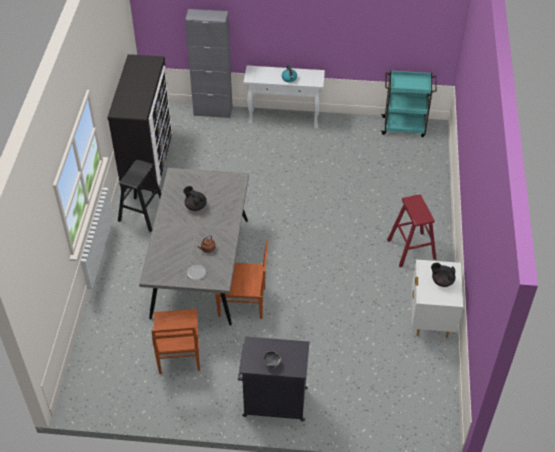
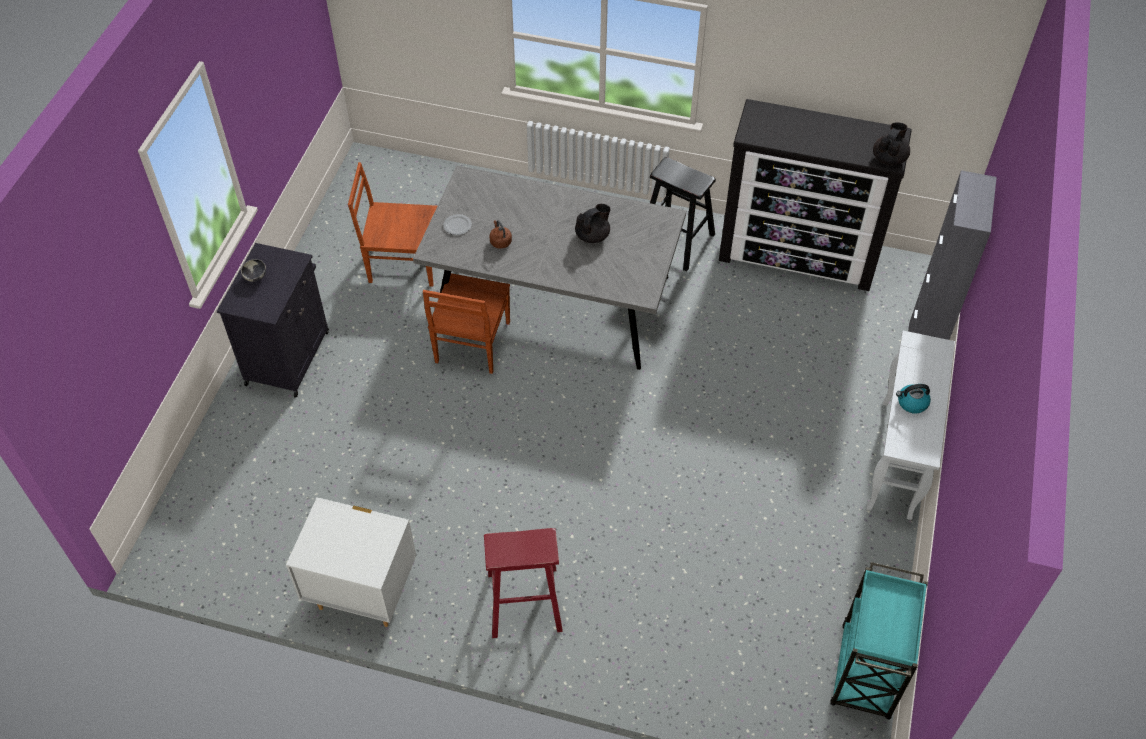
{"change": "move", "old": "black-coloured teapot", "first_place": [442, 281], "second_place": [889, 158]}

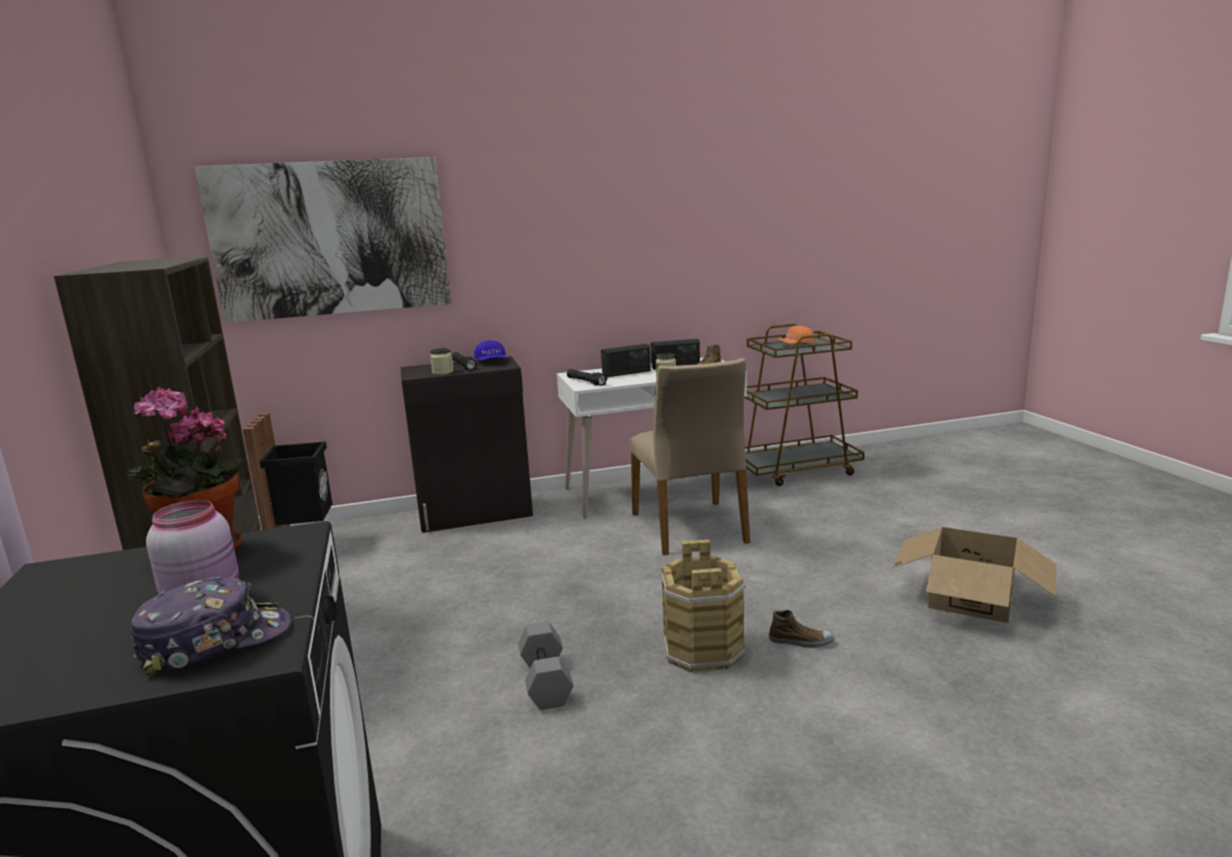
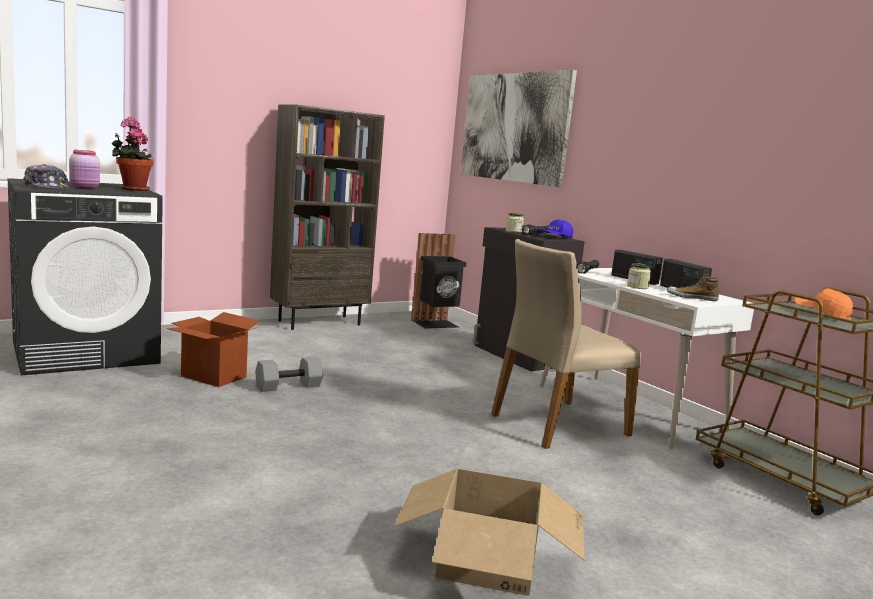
{"change": "delete", "old": "brown-coloured water bucket", "first_place": [703, 649]}
{"change": "delete", "old": "item of footwear", "first_place": [801, 641]}
{"change": "insert", "new": "cardboard box", "second_place": [213, 376]}

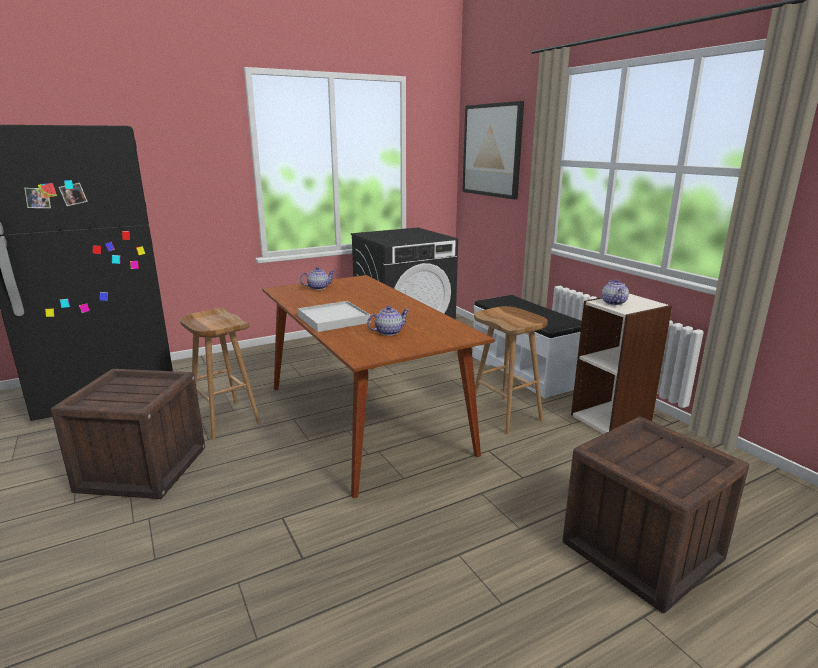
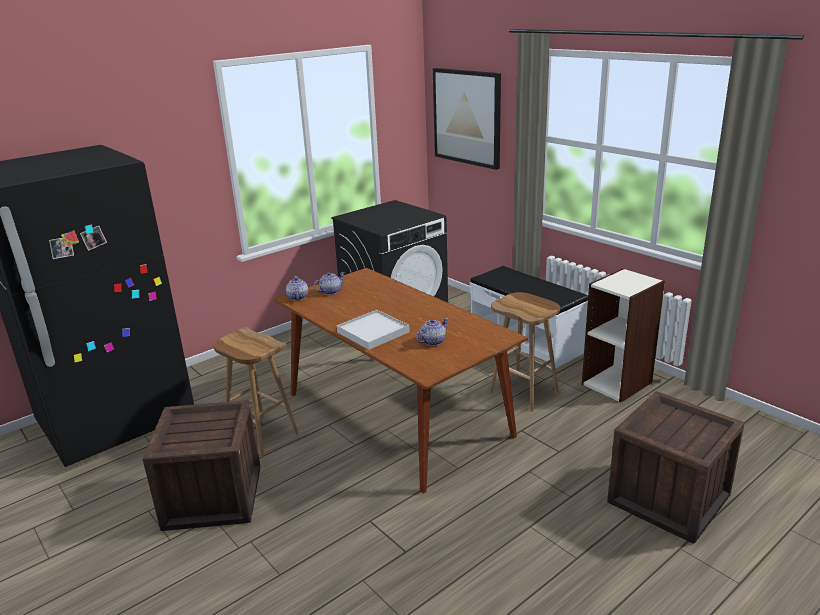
{"change": "move", "old": "teapot", "first_place": [613, 303], "second_place": [297, 297]}

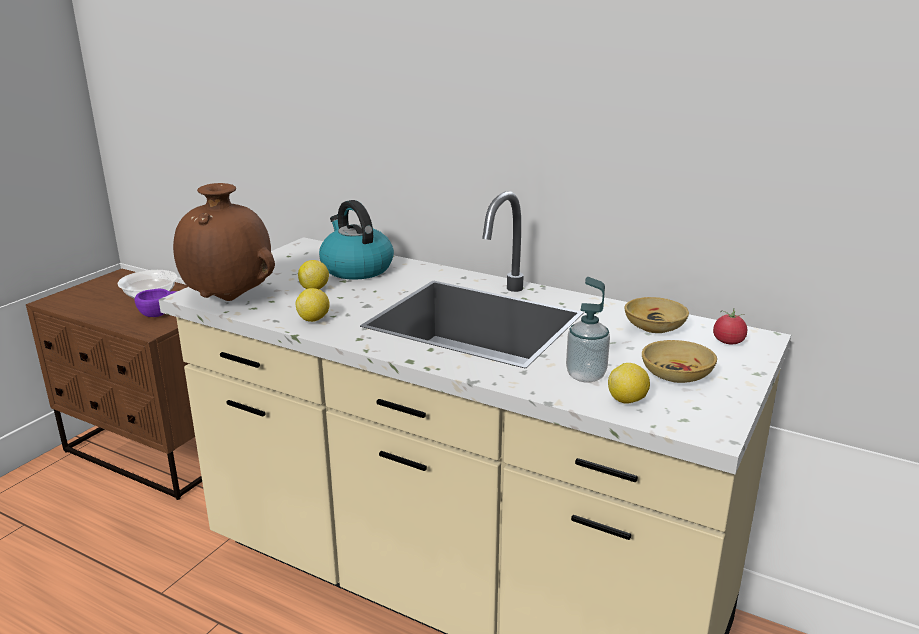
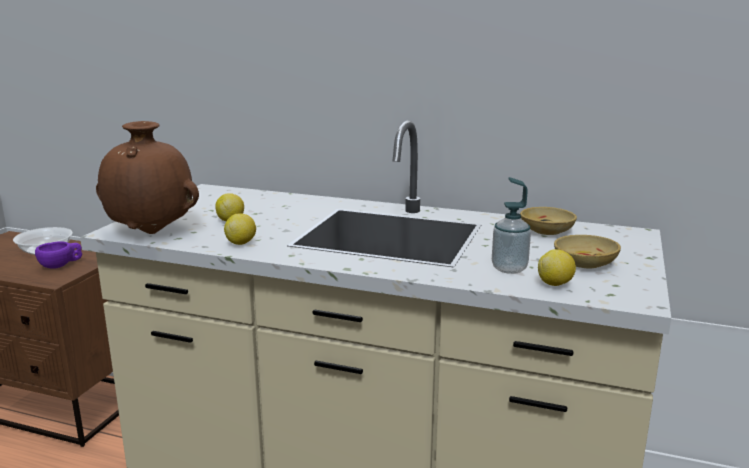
{"change": "delete", "old": "kettle", "first_place": [356, 268]}
{"change": "delete", "old": "whole tomato", "first_place": [728, 342]}

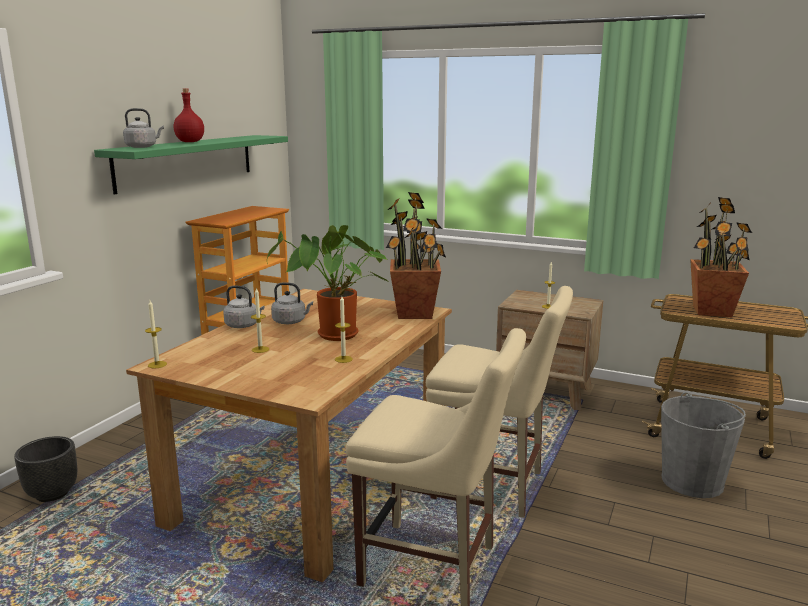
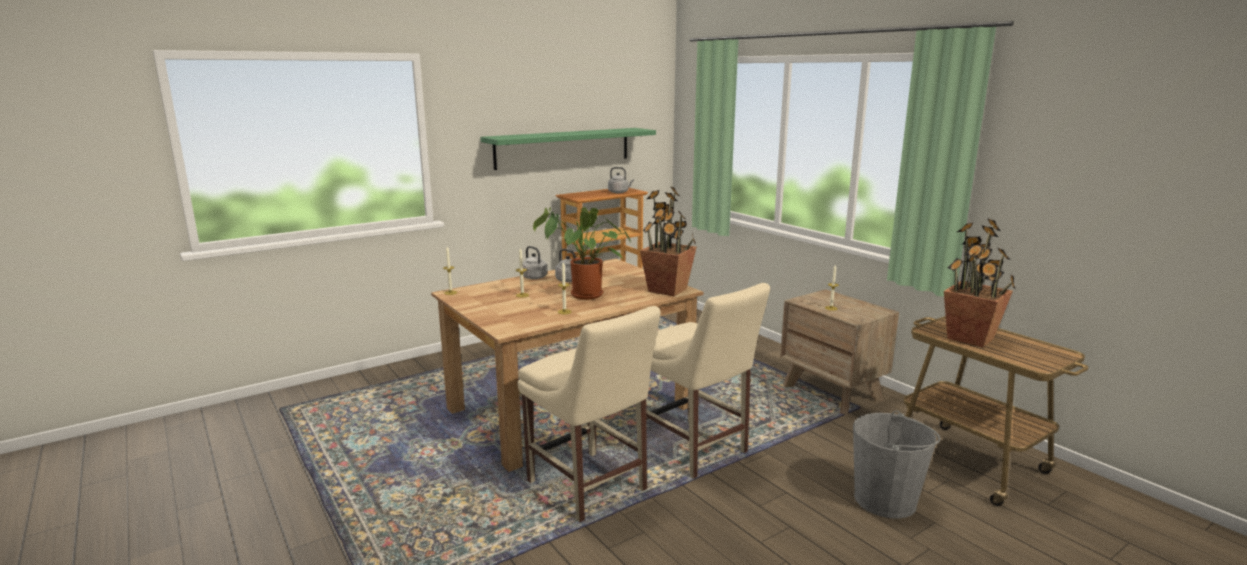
{"change": "delete", "old": "black-coloured flower pot", "first_place": [53, 494]}
{"change": "move", "old": "grey kettle", "first_place": [143, 147], "second_place": [619, 192]}
{"change": "delete", "old": "reddish drink bottle", "first_place": [190, 142]}

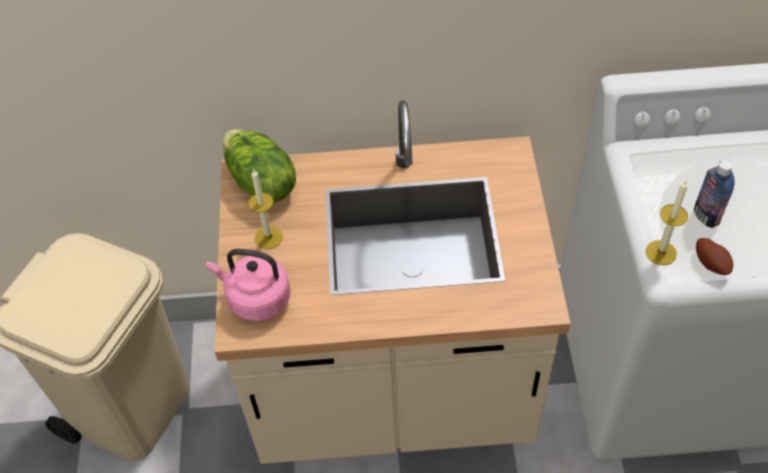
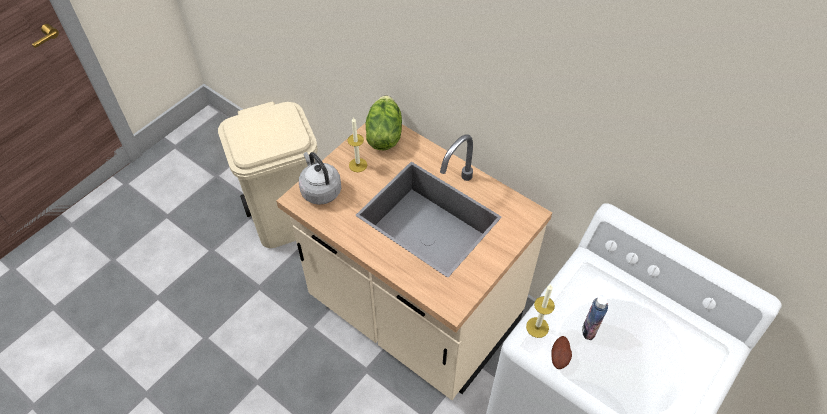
{"change": "recolor", "old": "pink-coloured kettle", "new": "grey kettle", "first_place": [256, 299], "second_place": [320, 190]}

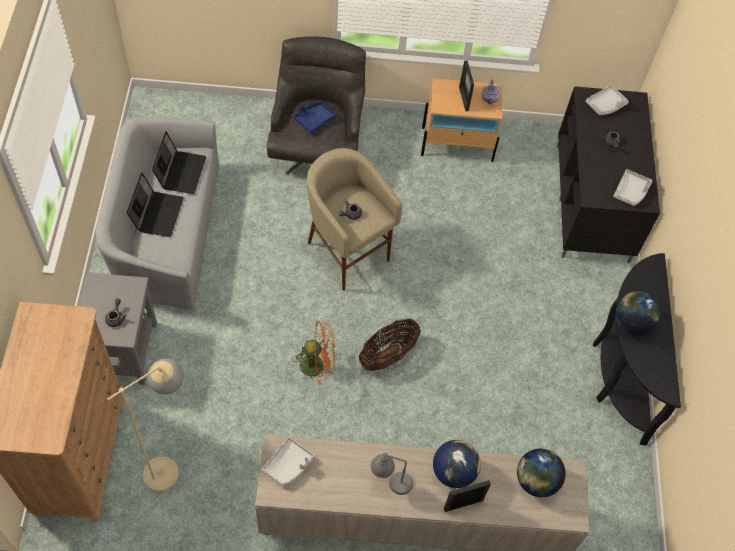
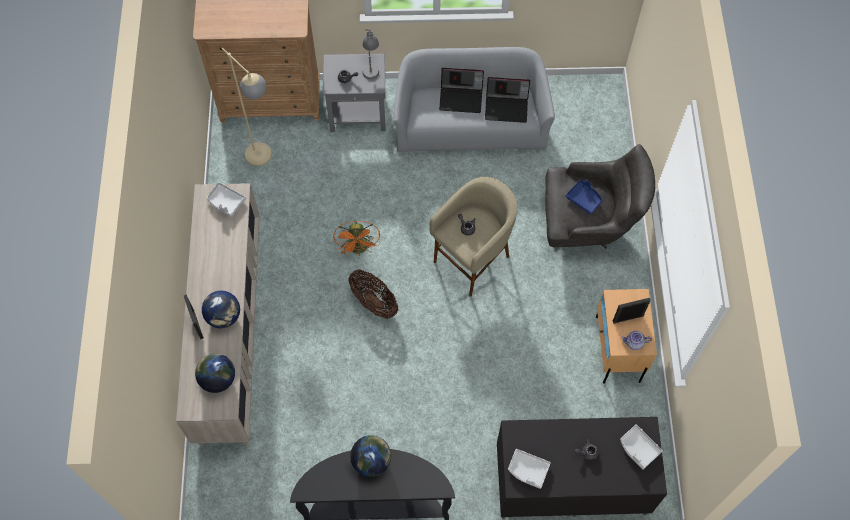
{"change": "move", "old": "grey lamp for a table", "first_place": [390, 482], "second_place": [371, 66]}

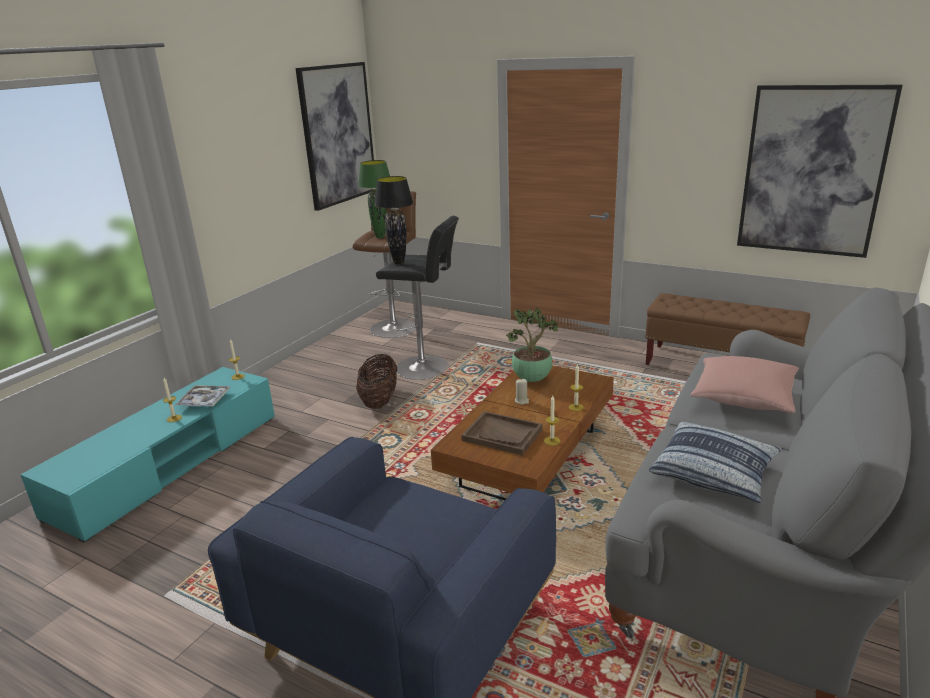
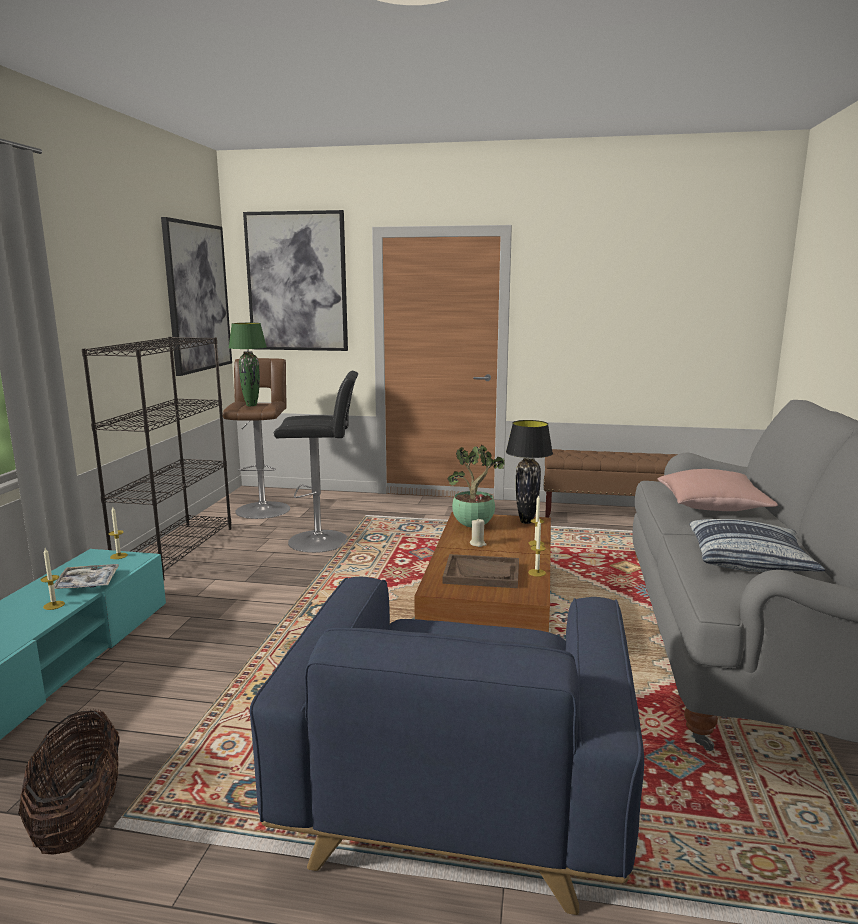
{"change": "move", "old": "household basket", "first_place": [379, 400], "second_place": [80, 819]}
{"change": "move", "old": "black-coloured lamp for a table", "first_place": [399, 263], "second_place": [526, 521]}
{"change": "move", "old": "picture", "first_place": [812, 171], "second_place": [297, 282]}
{"change": "insert", "new": "black-coloured bookshelf", "second_place": [176, 550]}

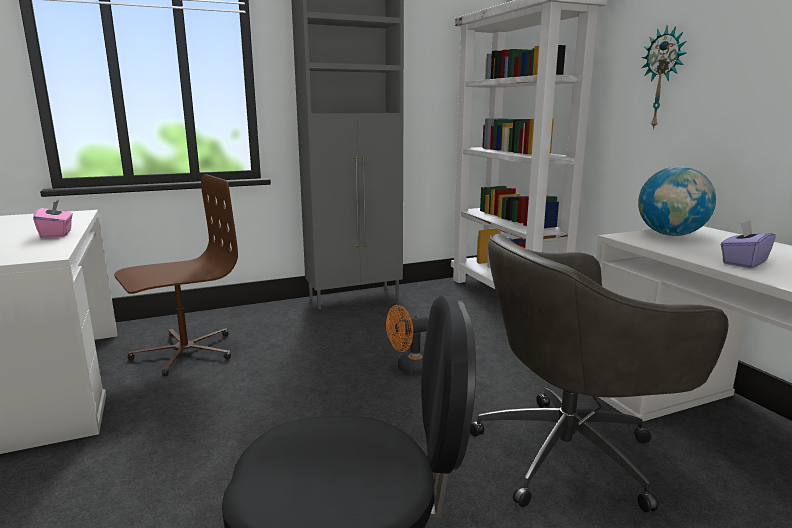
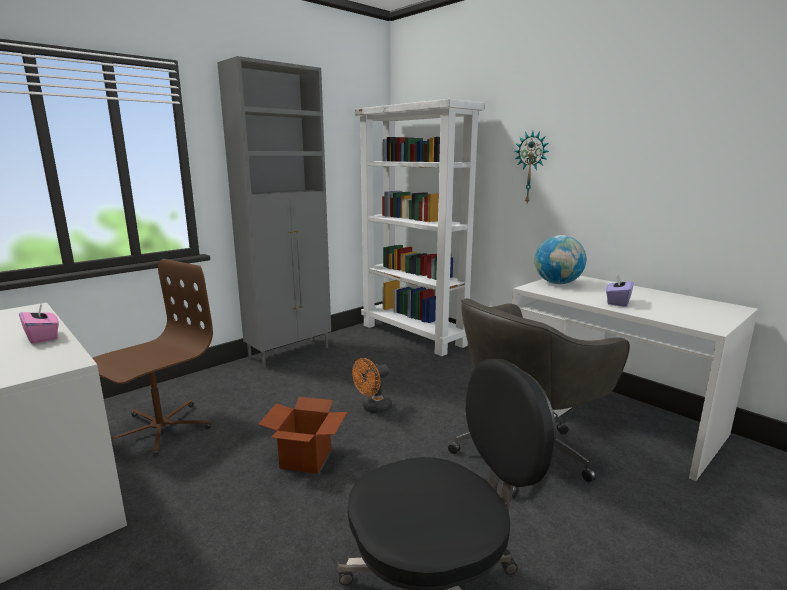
{"change": "insert", "new": "cardboard box", "second_place": [305, 458]}

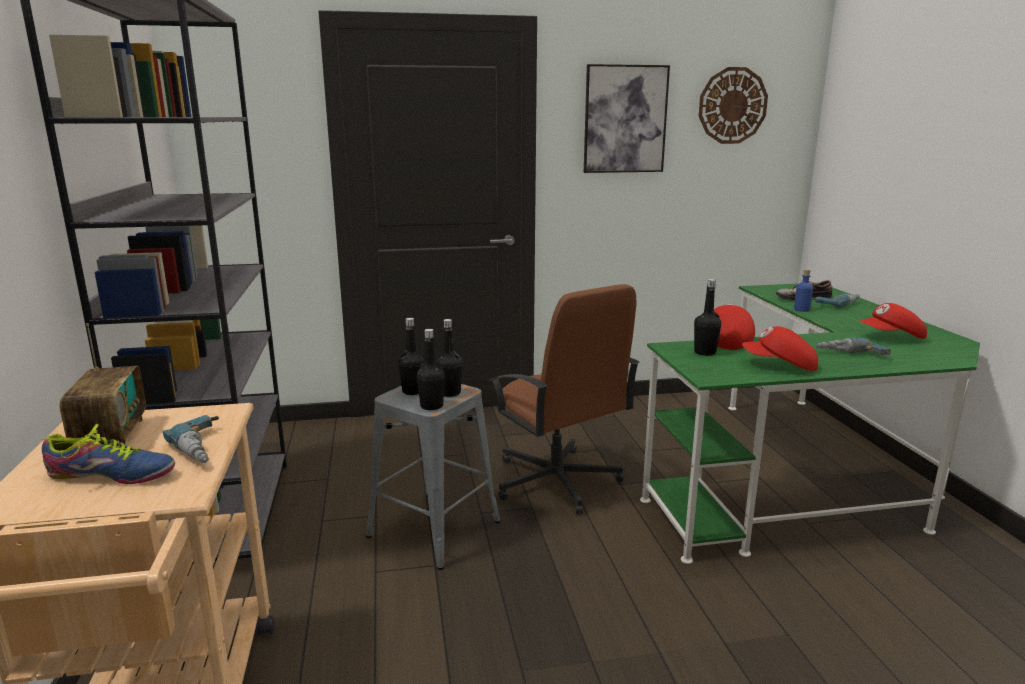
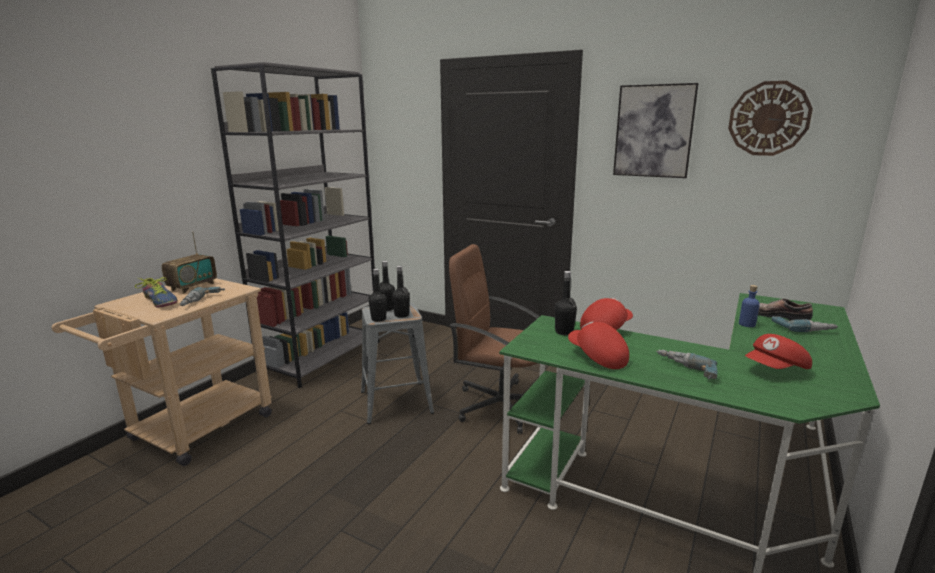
{"change": "rotate", "old": "brown-coloured computer chair", "first_place": [556, 482], "second_place": [500, 405], "degrees": 105}
{"change": "rotate", "old": "reddish cap", "first_place": [892, 337], "second_place": [776, 370], "degrees": -60}

